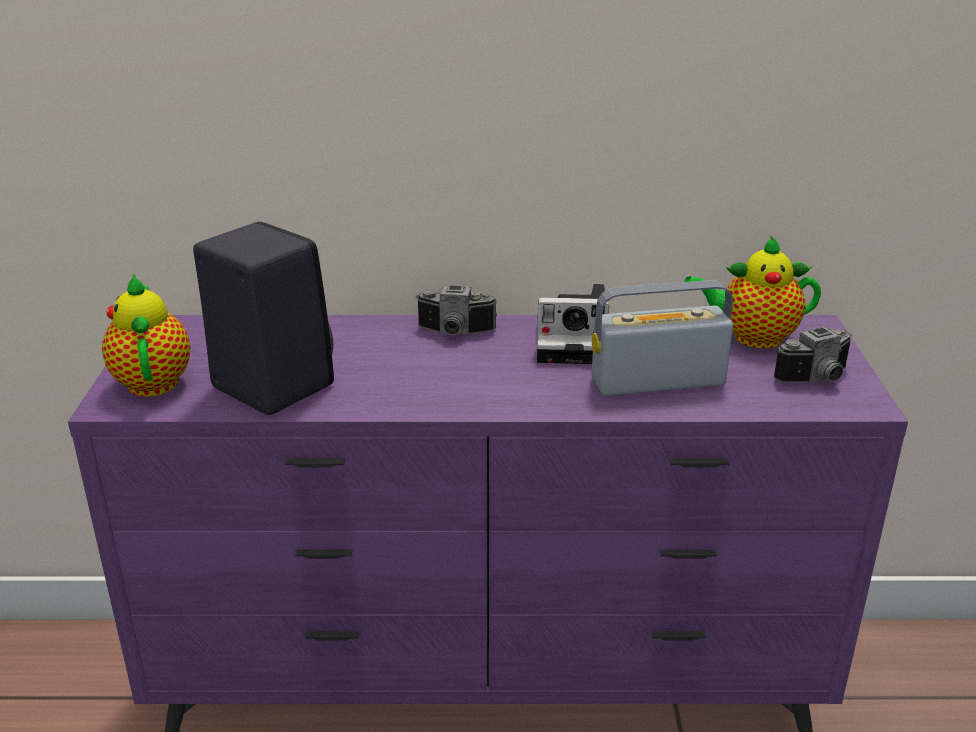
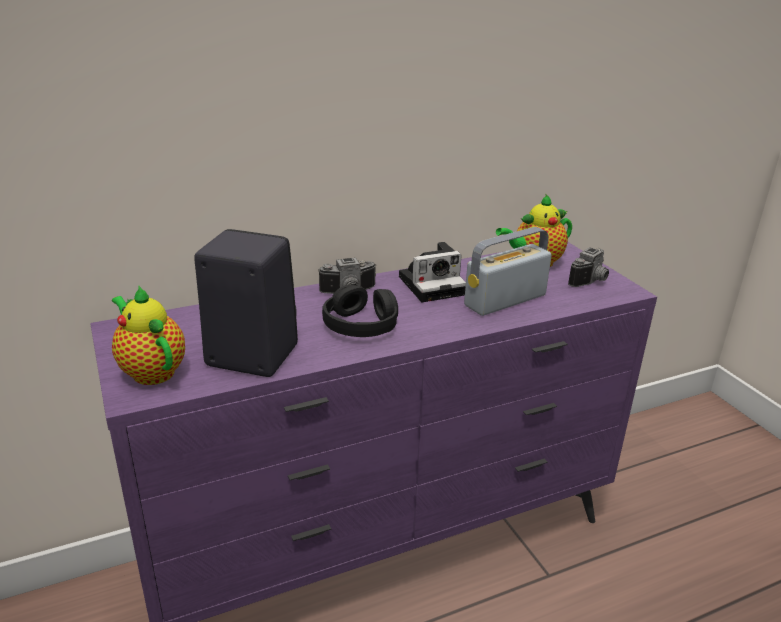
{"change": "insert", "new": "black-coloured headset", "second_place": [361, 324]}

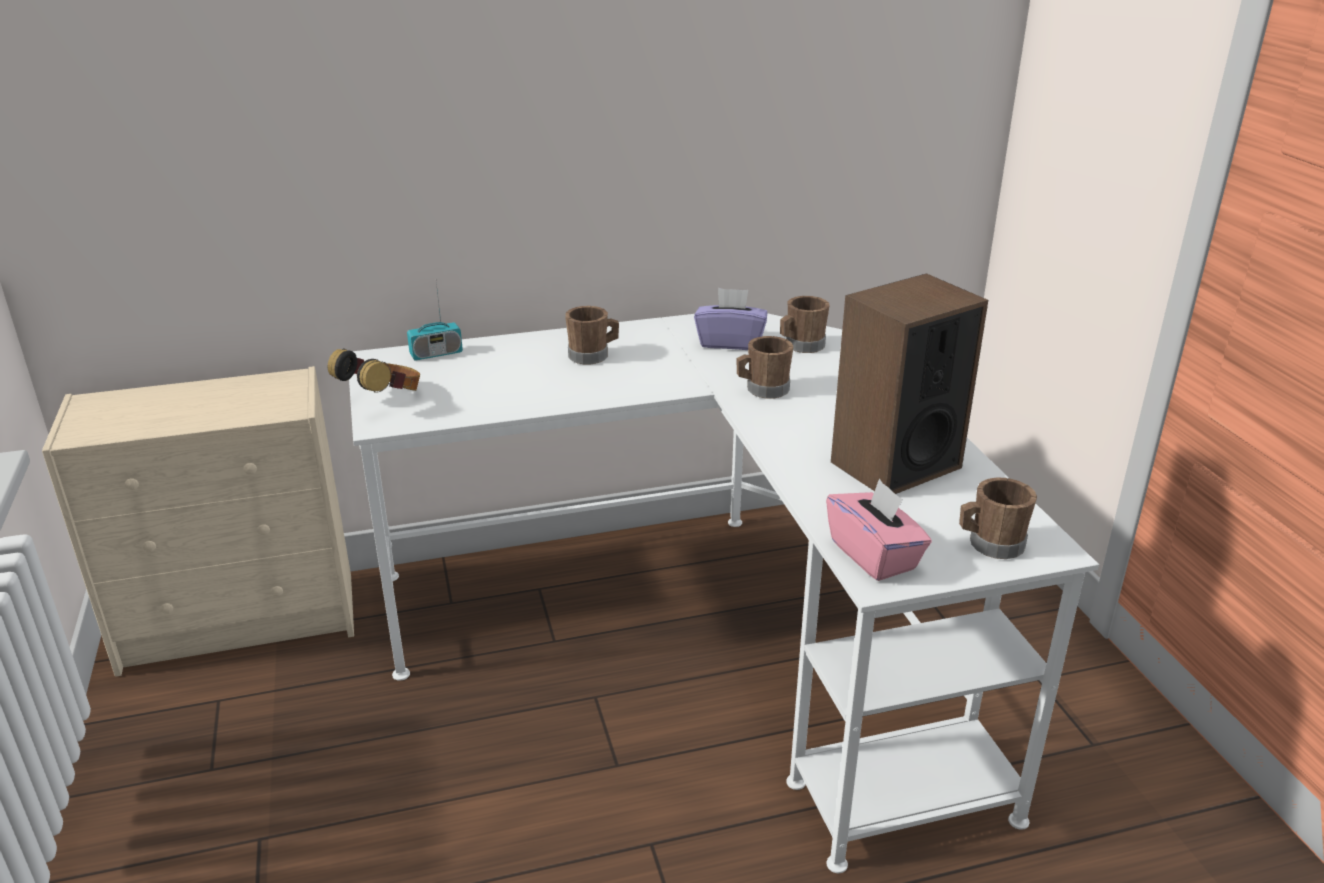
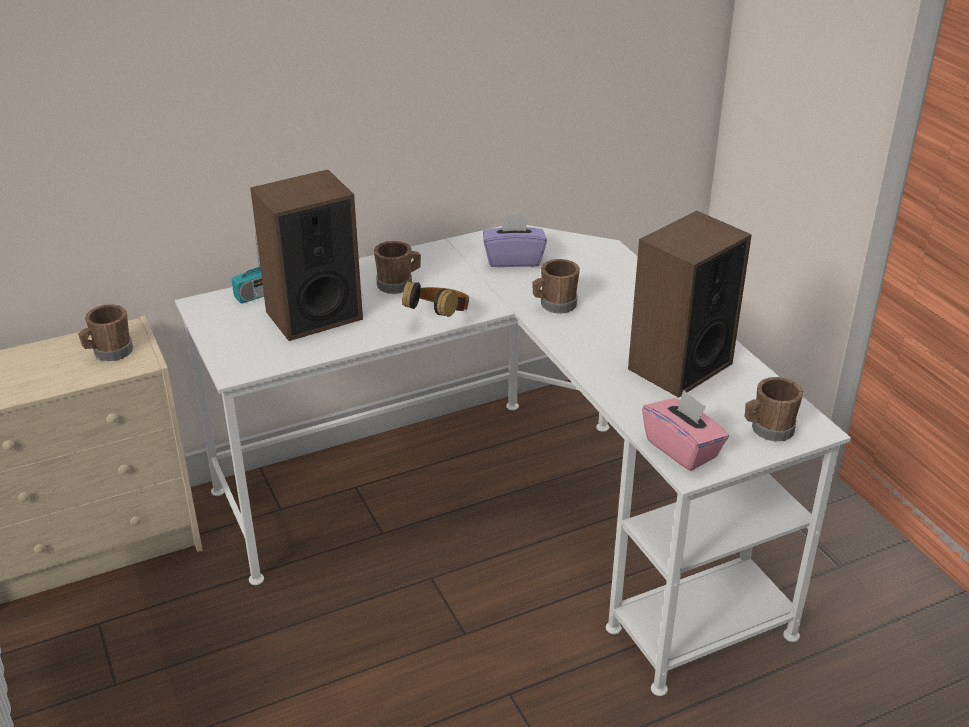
{"change": "move", "old": "headset", "first_place": [383, 399], "second_place": [439, 320]}
{"change": "move", "old": "brown-coloured coffee mug", "first_place": [801, 346], "second_place": [109, 353]}
{"change": "insert", "new": "loudspeaker", "second_place": [313, 315]}

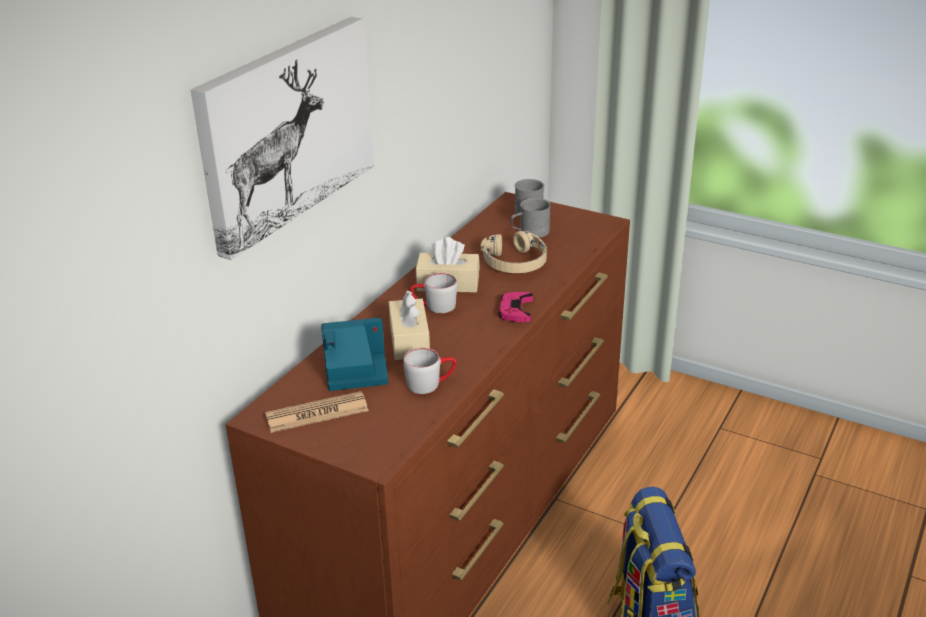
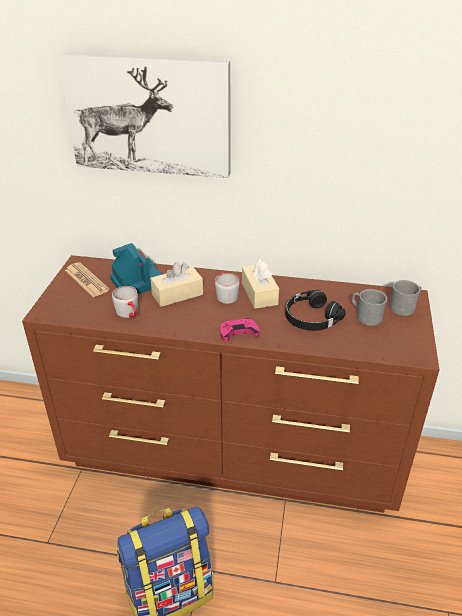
{"change": "recolor", "old": "beige-coloured headset", "new": "black-coloured headset", "first_place": [515, 262], "second_place": [311, 318]}

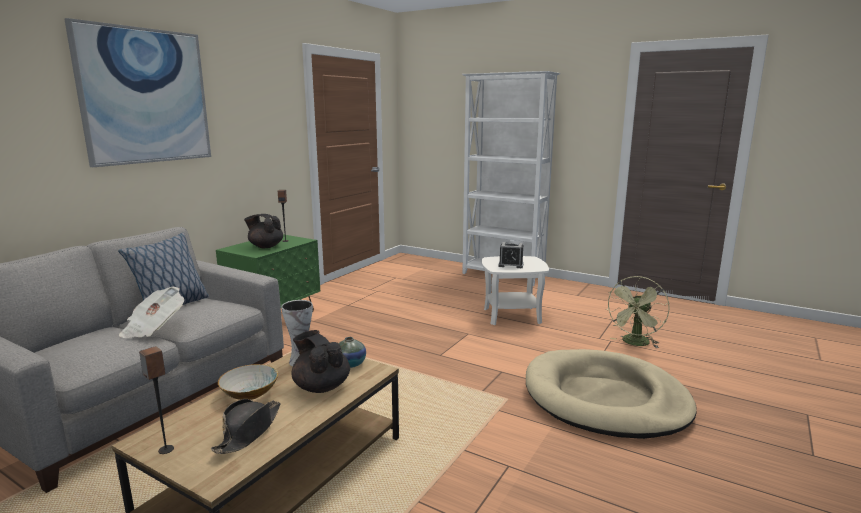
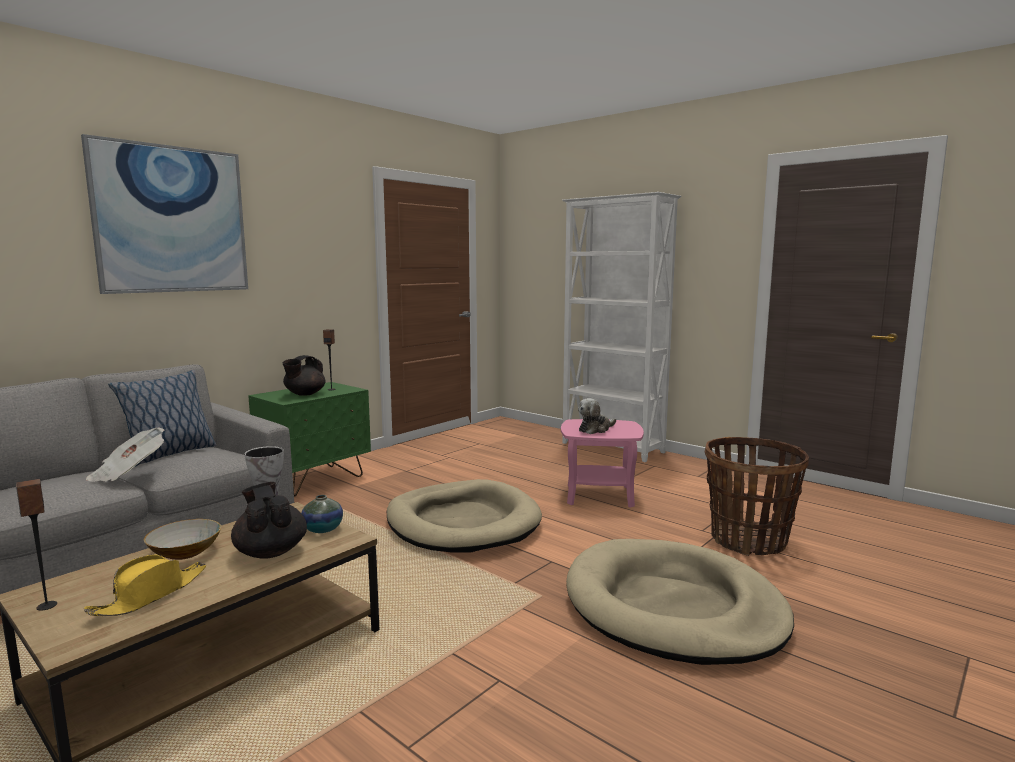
{"change": "recolor", "old": "black-coloured wearable hat", "new": "yellow-coloured wearable hat", "first_place": [249, 431], "second_place": [151, 595]}
{"change": "rotate", "old": "black-coloured teapot", "first_place": [265, 246], "second_place": [304, 394], "degrees": -90}
{"change": "recolor", "old": "whitish side table", "new": "pink-coloured side table", "first_place": [512, 315], "second_place": [600, 495]}
{"change": "replace", "old": "alarm clock", "new": "cuddly toy", "first_place": [511, 265], "second_place": [595, 429]}
{"change": "replace", "old": "green-coloured cooling fan", "new": "household basket", "first_place": [635, 343], "second_place": [749, 540]}
{"change": "insert", "new": "beige-coloured dog bed", "second_place": [462, 522]}

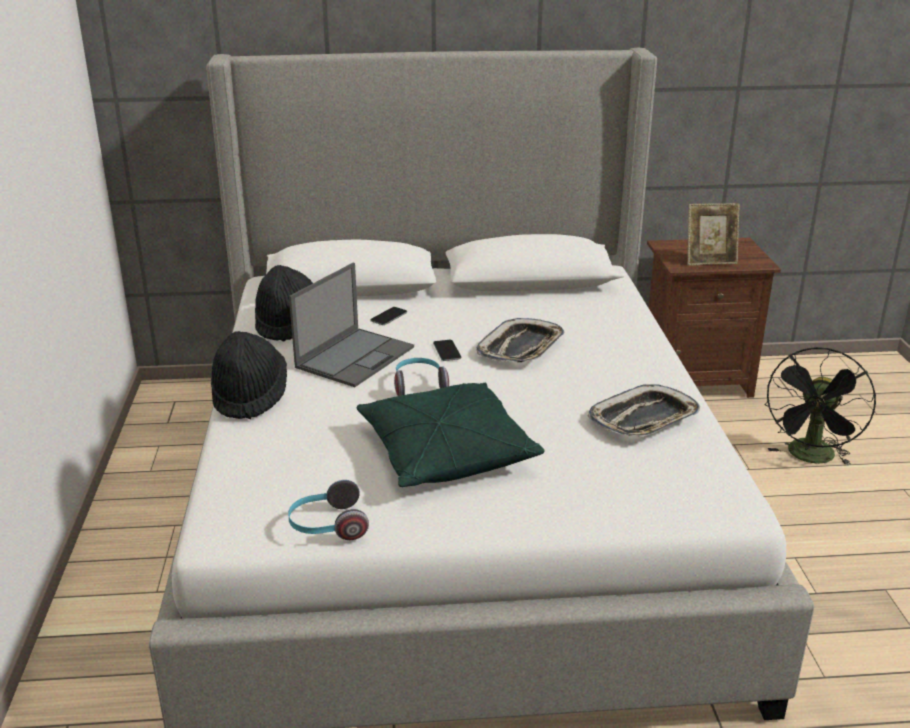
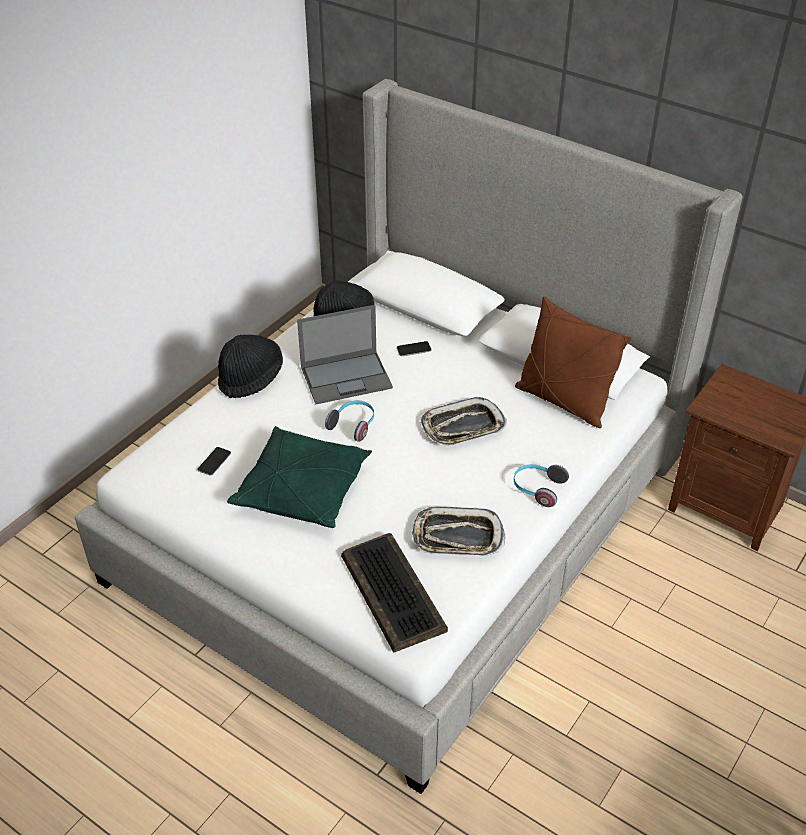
{"change": "move", "old": "headset", "first_place": [327, 526], "second_place": [537, 489]}
{"change": "move", "old": "handset", "first_place": [447, 351], "second_place": [214, 461]}
{"change": "delete", "old": "standing frame", "first_place": [709, 261]}
{"change": "delete", "old": "black-coloured cooling fan", "first_place": [811, 458]}
{"change": "insert", "new": "computer keyboard", "second_place": [394, 594]}
{"change": "insert", "new": "brown-coloured pillow", "second_place": [563, 401]}

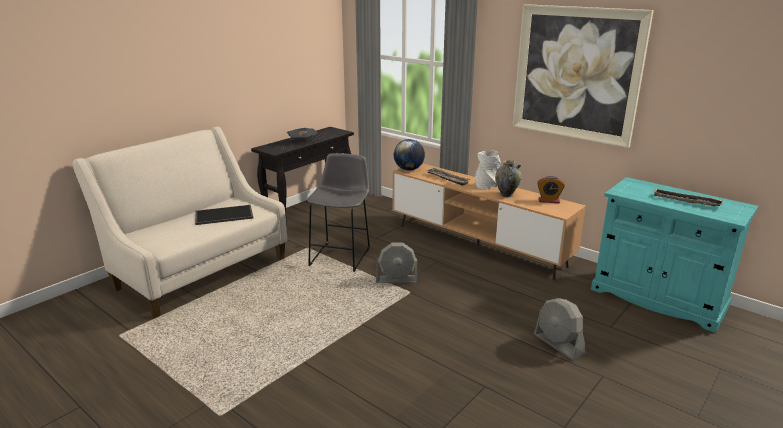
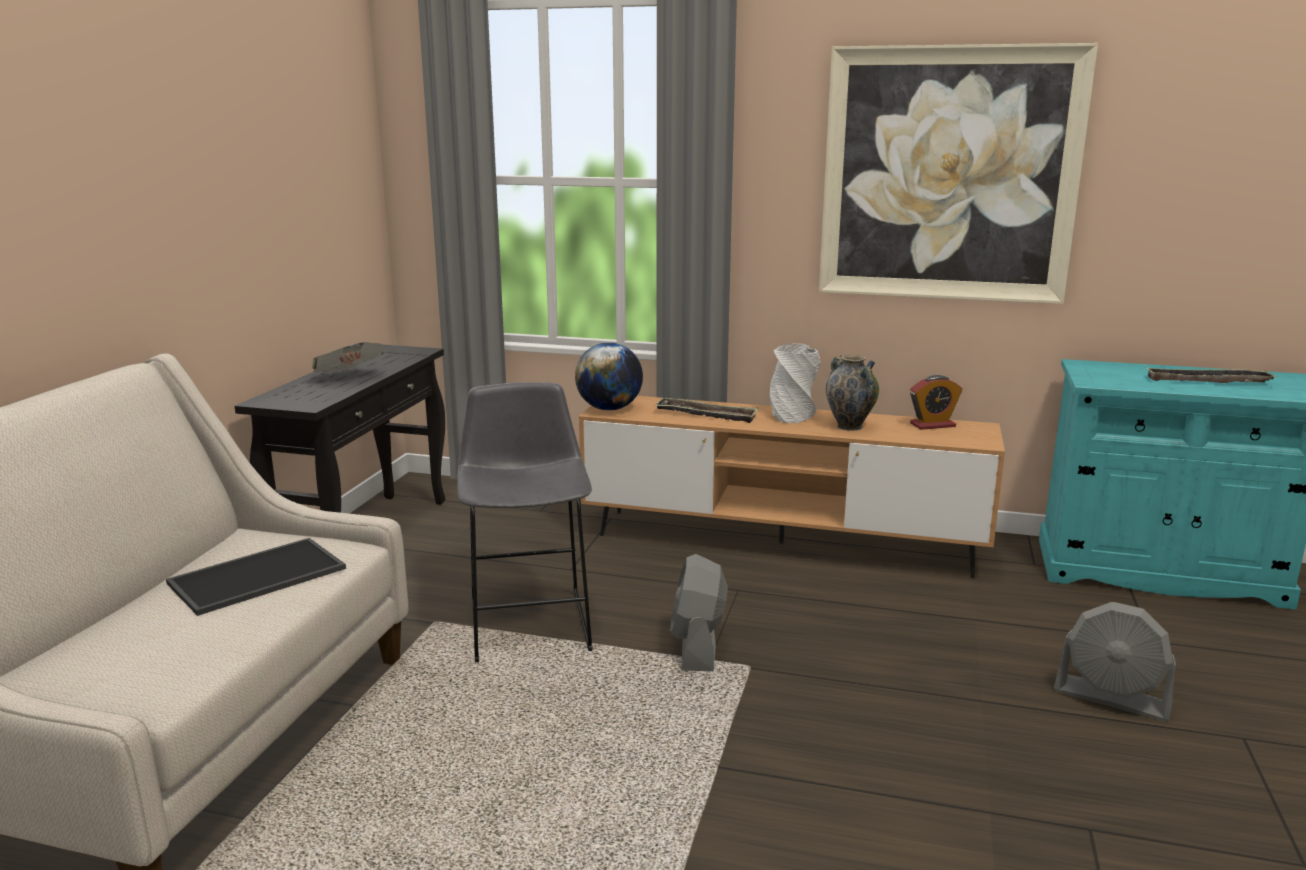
{"change": "rotate", "old": "grey cooling fan", "first_place": [397, 280], "second_place": [697, 647], "degrees": 120}

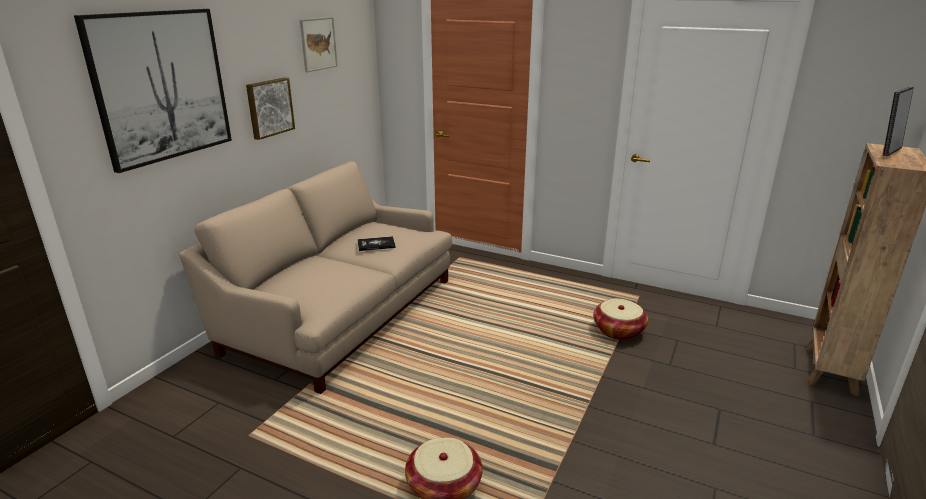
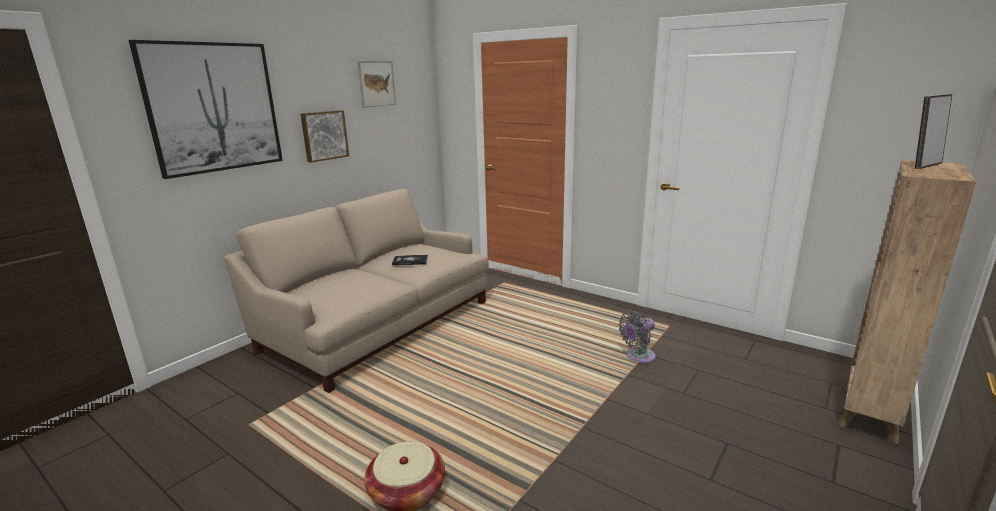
{"change": "replace", "old": "household basket", "new": "grey cooling fan", "first_place": [618, 331], "second_place": [638, 357]}

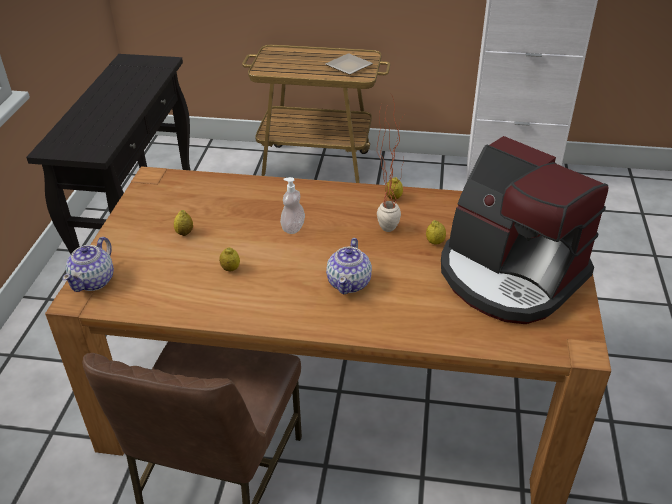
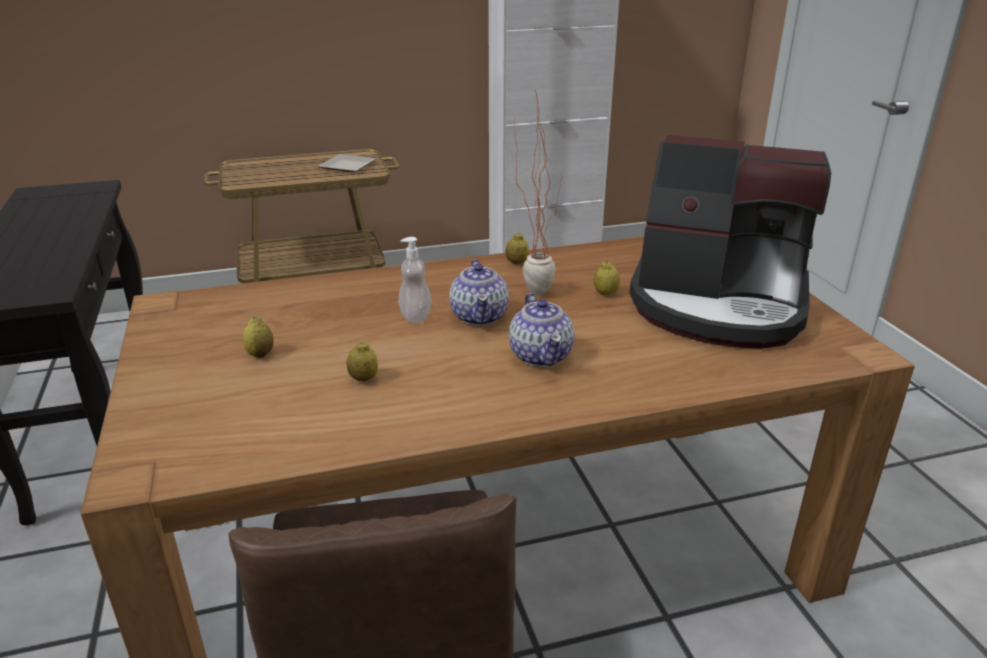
{"change": "move", "old": "teapot", "first_place": [94, 281], "second_place": [480, 316]}

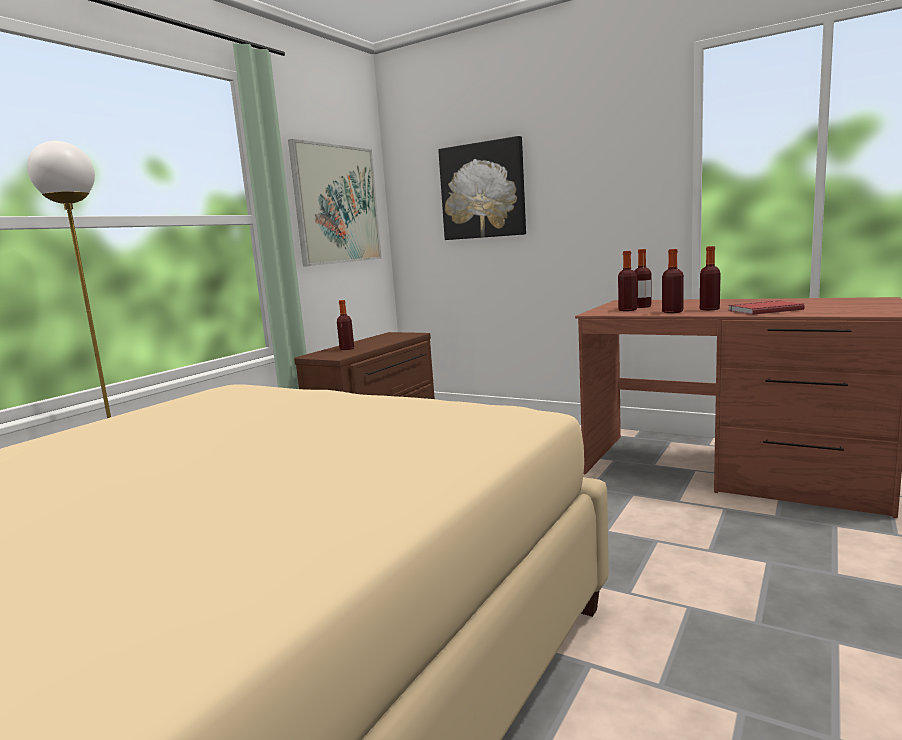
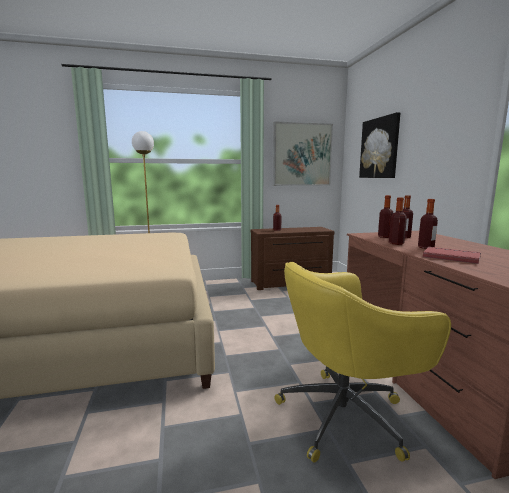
{"change": "insert", "new": "yellow-coloured computer chair", "second_place": [346, 414]}

